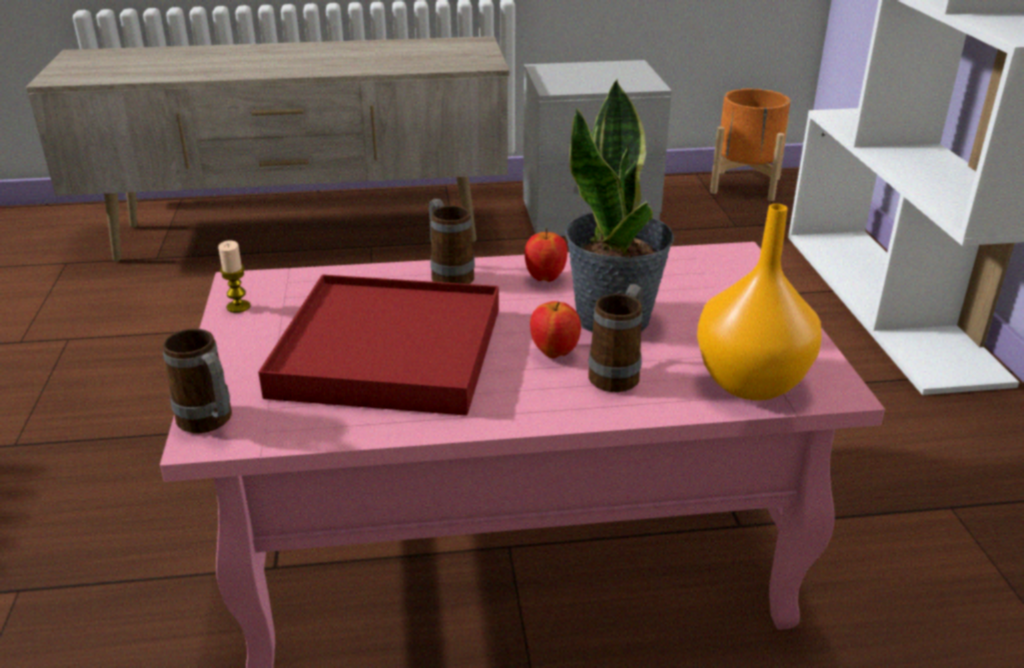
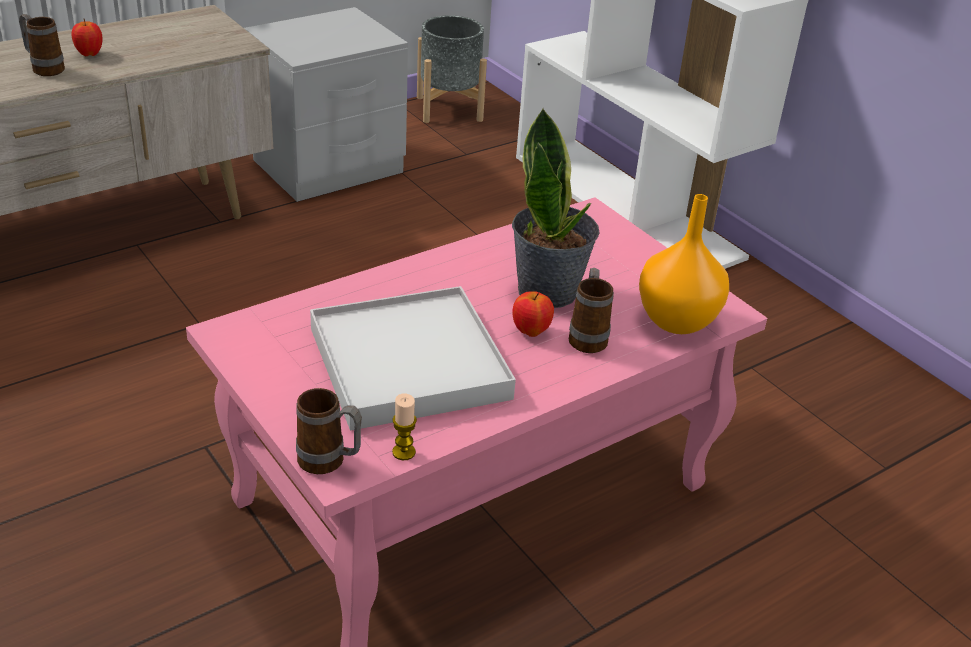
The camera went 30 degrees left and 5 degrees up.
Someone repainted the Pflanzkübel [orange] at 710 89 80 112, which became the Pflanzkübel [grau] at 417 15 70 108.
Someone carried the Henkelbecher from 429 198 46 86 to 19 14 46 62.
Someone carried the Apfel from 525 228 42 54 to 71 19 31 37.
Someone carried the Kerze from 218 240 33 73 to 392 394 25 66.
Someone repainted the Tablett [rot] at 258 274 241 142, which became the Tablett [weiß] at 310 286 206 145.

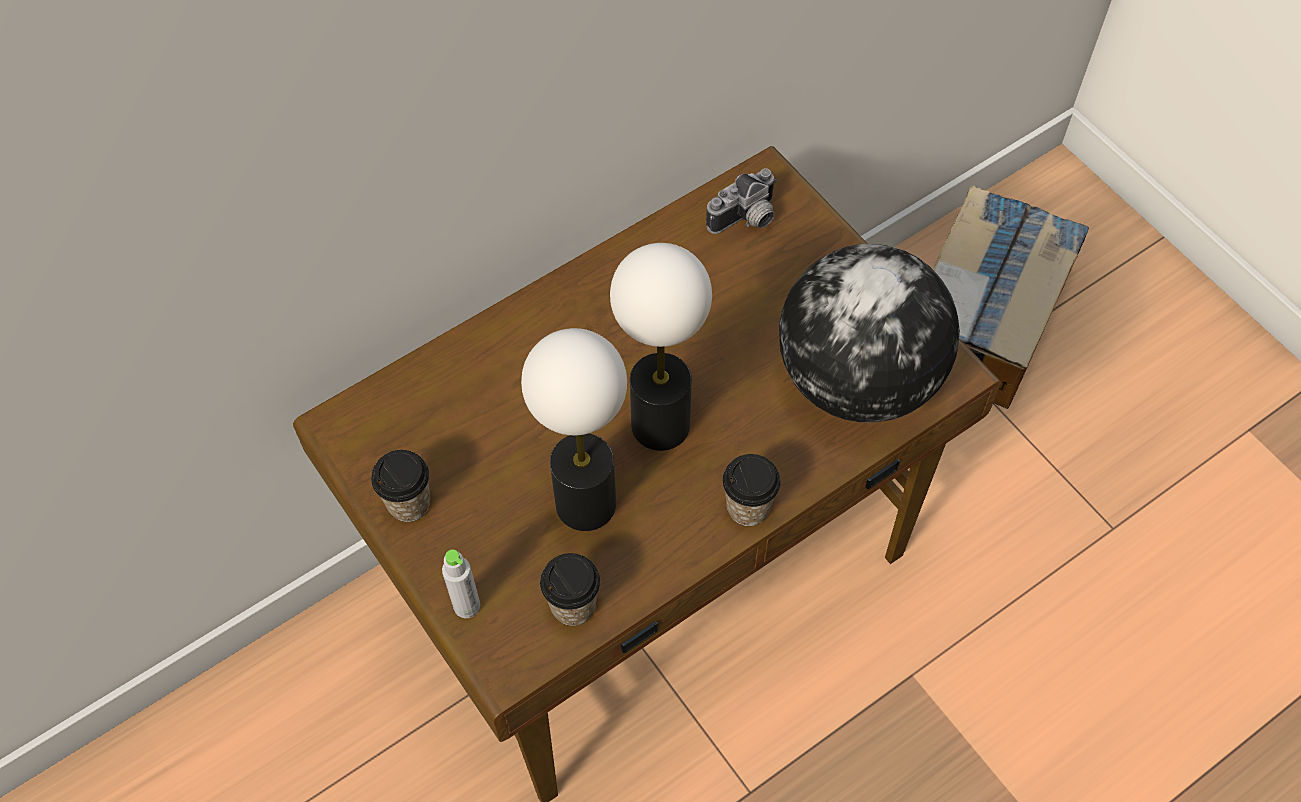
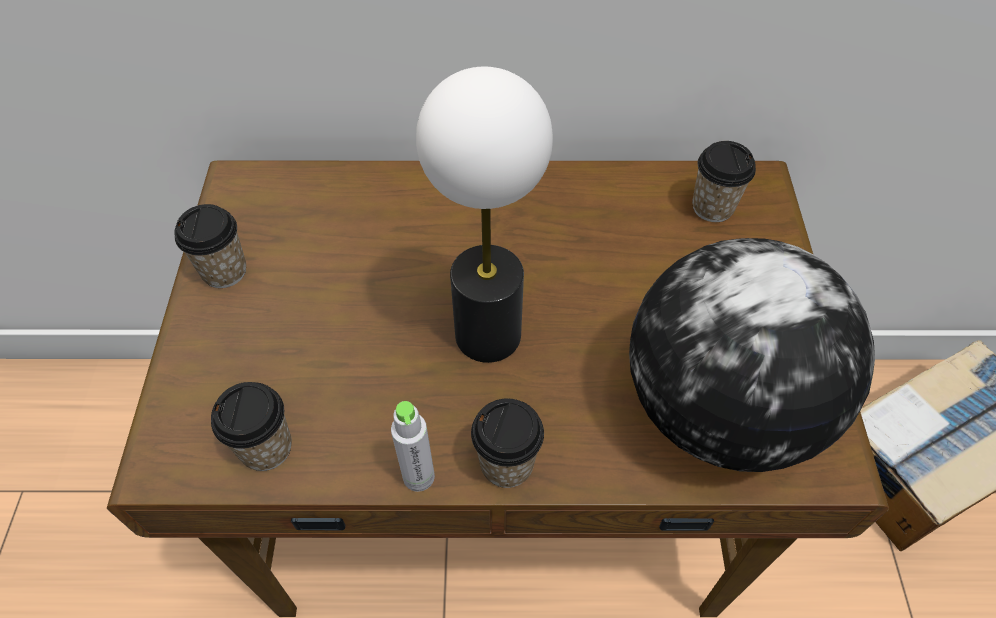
The camera went 35 degrees right and 5 degrees down.
Someone swapped the Kamera at 706 168 71 66 for the Tasse at 692 141 64 81.
Someone took away the Tischlampe at 521 328 106 203.
Someone carried the Flasche [grau] from 442 549 38 69 to 391 401 44 91.

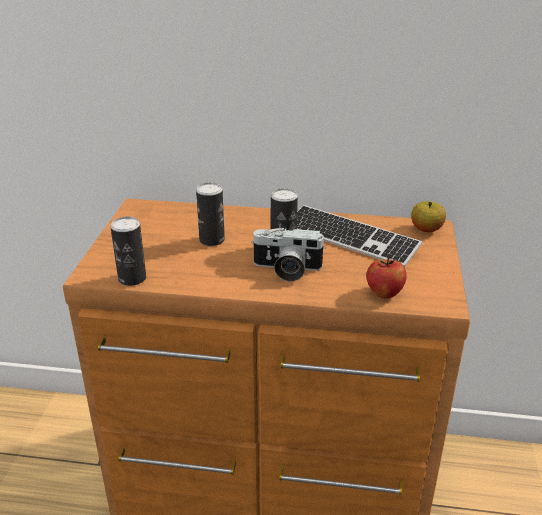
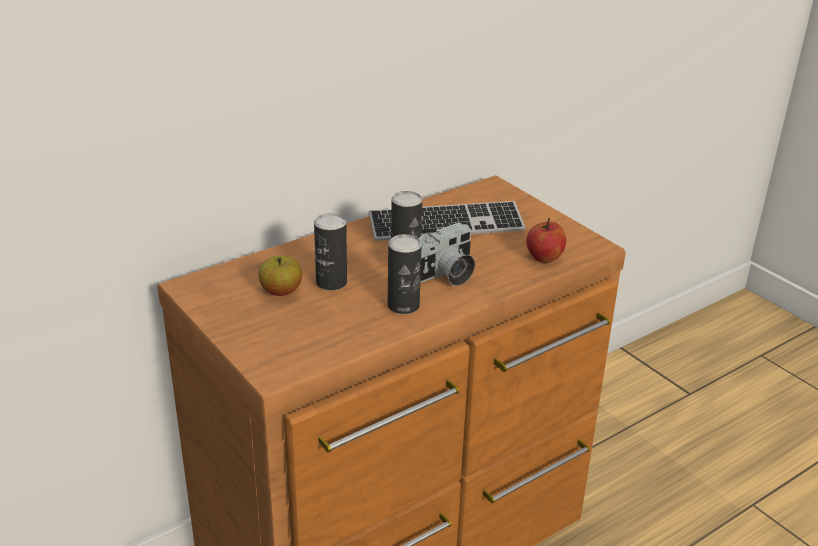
The camera went 45 degrees left and 0 degrees up.
Someone carried the Apfel from 411 201 35 31 to 258 255 44 41.
Someone carried the Dose from 110 216 36 70 to 388 234 34 80.

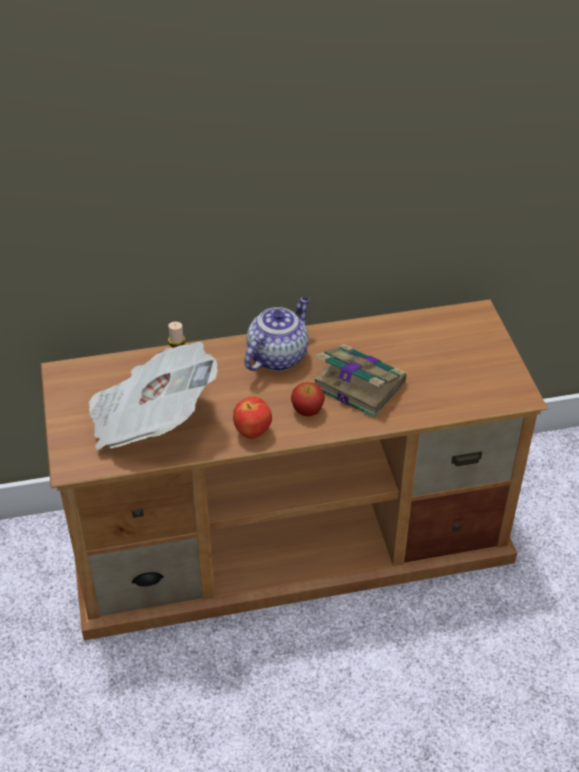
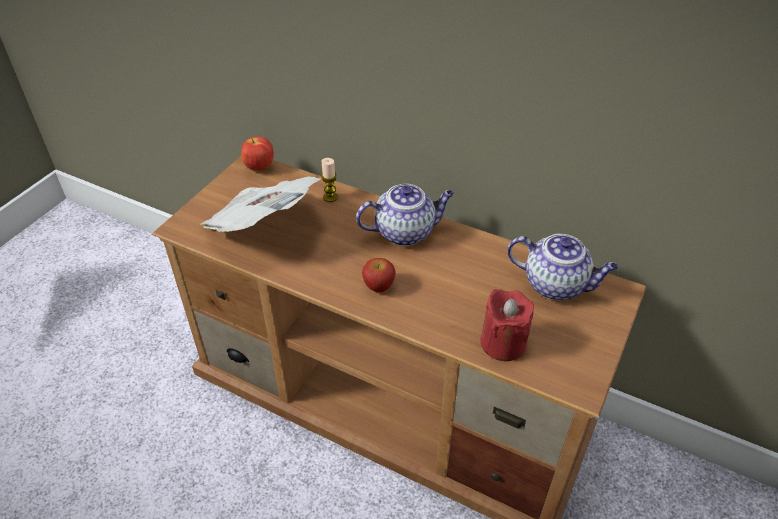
The camera went 40 degrees right and 0 degrees up.
Someone took away the Buch at 314 344 92 74.
Someone carried the Apfel from 233 396 39 43 to 241 137 33 34.
Someone put down the Teekanne at 507 234 112 66.
Someone put down the Kerze [rot] at 480 289 54 72.

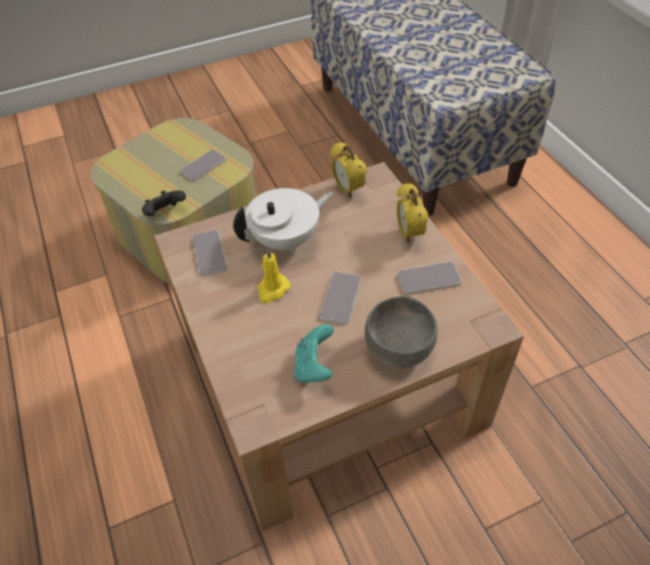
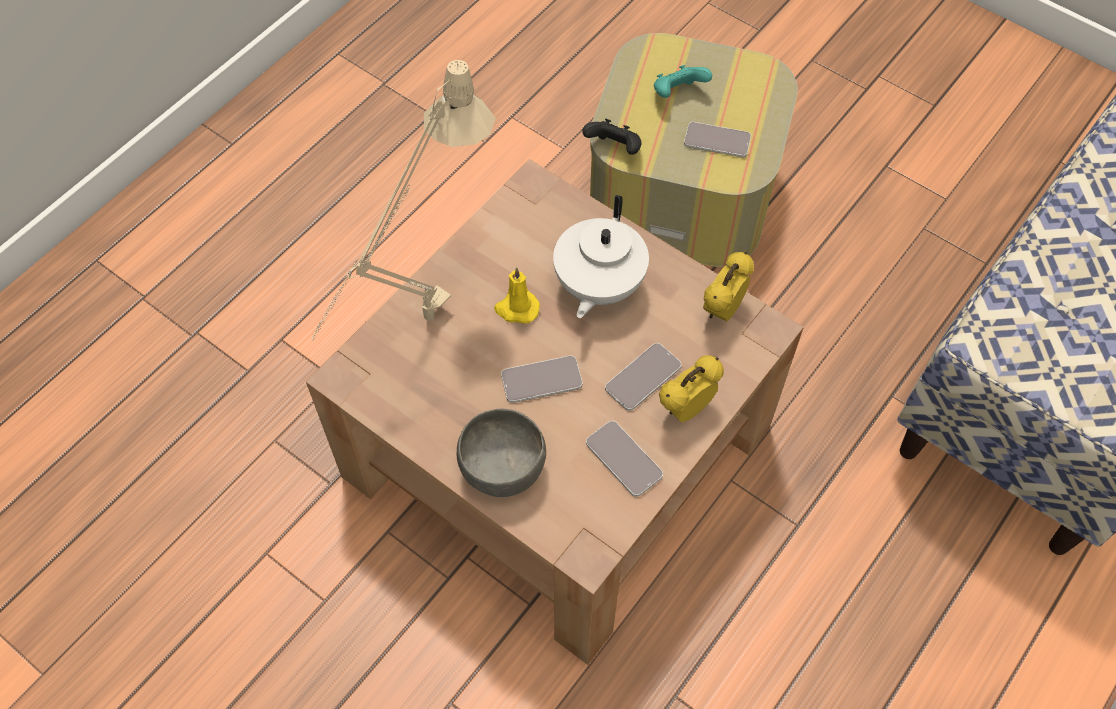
The camera went 60 degrees right and 10 degrees up.
Someone rotated the Teekanne [weiß] at 233 188 100 64 by 75 degrees clockwise.
Someone carried the Handy from 192 230 35 46 to 605 343 76 68.
Someone carried the Gamepad [türkis] from 294 324 40 59 to 654 65 58 33.
Someone put down the Tischlampe [beige] at 311 60 185 281.

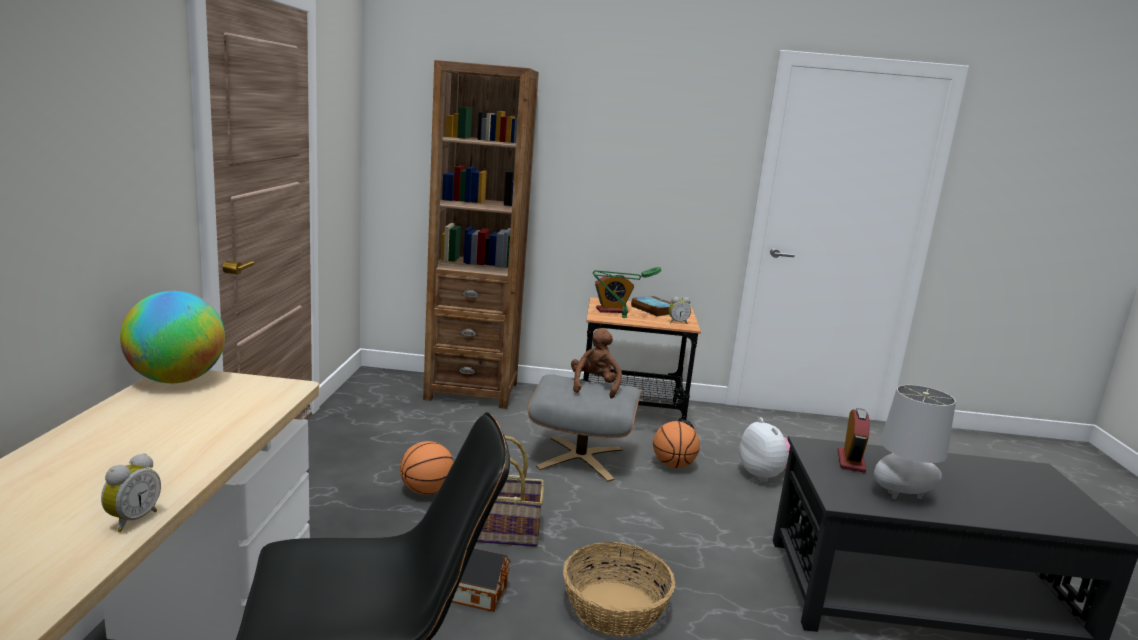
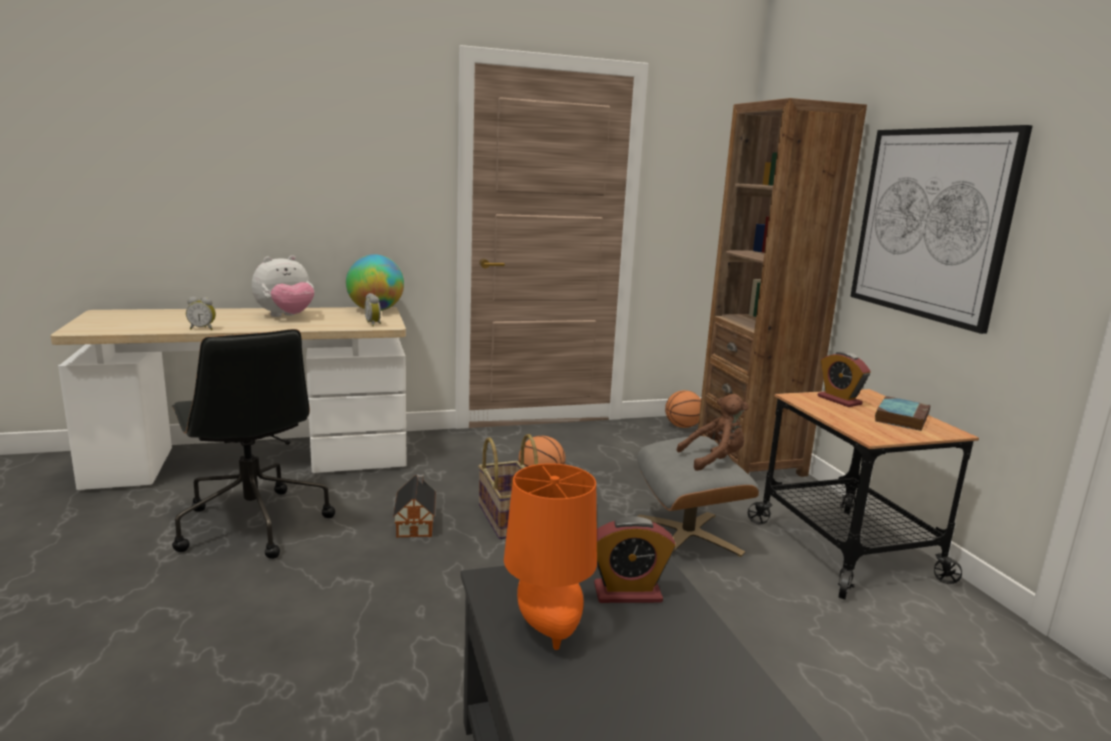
The camera went 70 degrees right and 0 degrees up.
Someone took away the Tischlampe [grün] at 593 267 68 51.
Someone carried the Wecker from 669 297 22 27 to 364 293 17 34.
Someone repainted the Tischlampe [grau] at 874 385 82 114, which became the Tischlampe [orange] at 504 463 93 187.
Someone carried the Plüschtier from 739 417 51 65 to 252 255 62 62.
Someone carried the Basketball from 653 421 47 47 to 665 390 36 38.
Someone took away the Korb at 563 542 112 94.
Someone put up the Bild at 850 125 183 209.

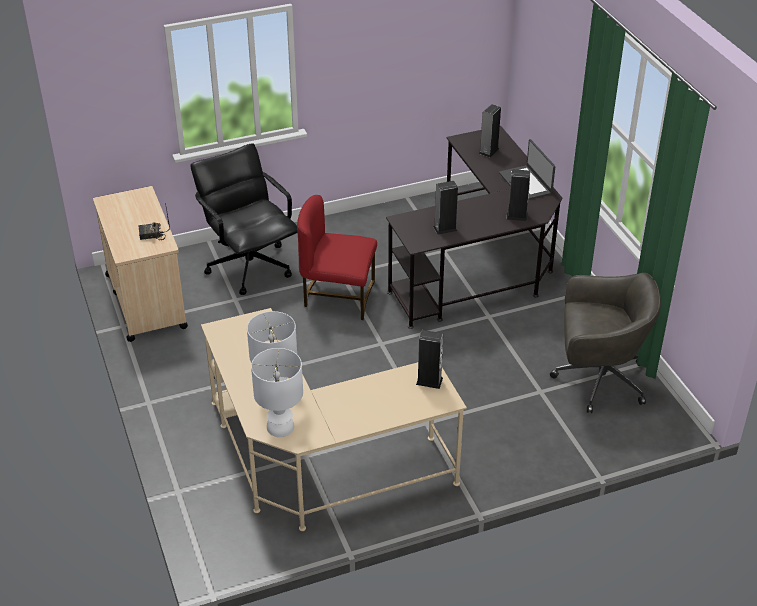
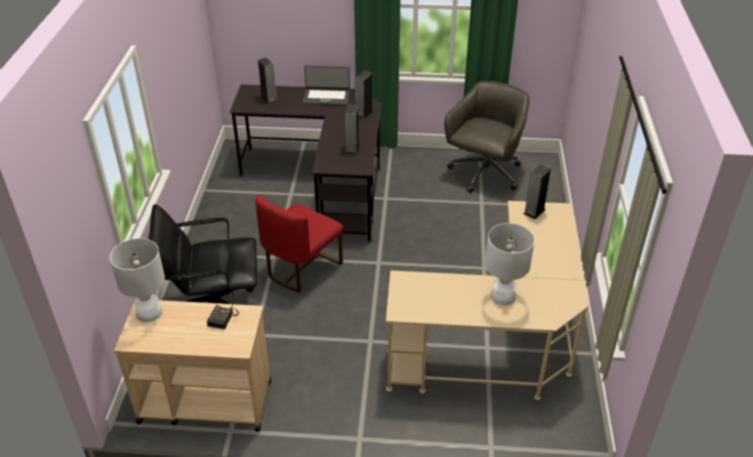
The camera went 65 degrees left and 0 degrees up.
Someone carried the Tischlampe [weiß] from 251 348 52 89 to 110 238 55 84.

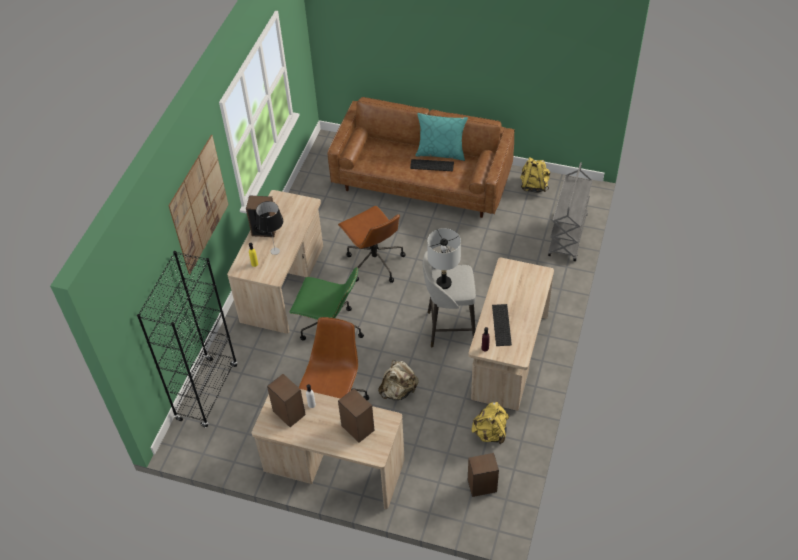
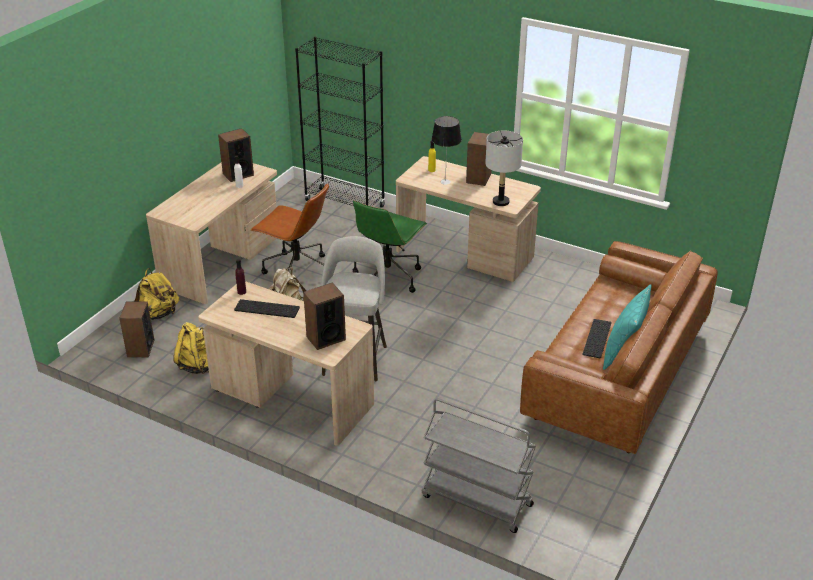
The camera went 100 degrees right and 15 degrees down.
Someone took away the Bild at 169 135 60 139.
Someone carried the Rucksack [gelb] from 520 157 30 36 to 134 268 45 52.
Someone took away the Bürostuhl [braun] at 338 206 68 77.
Someone carried the Tischlampe [grau] from 427 228 34 61 to 485 131 38 75.
Someone carried the Lautsprecher from 338 389 37 54 to 303 282 43 68.

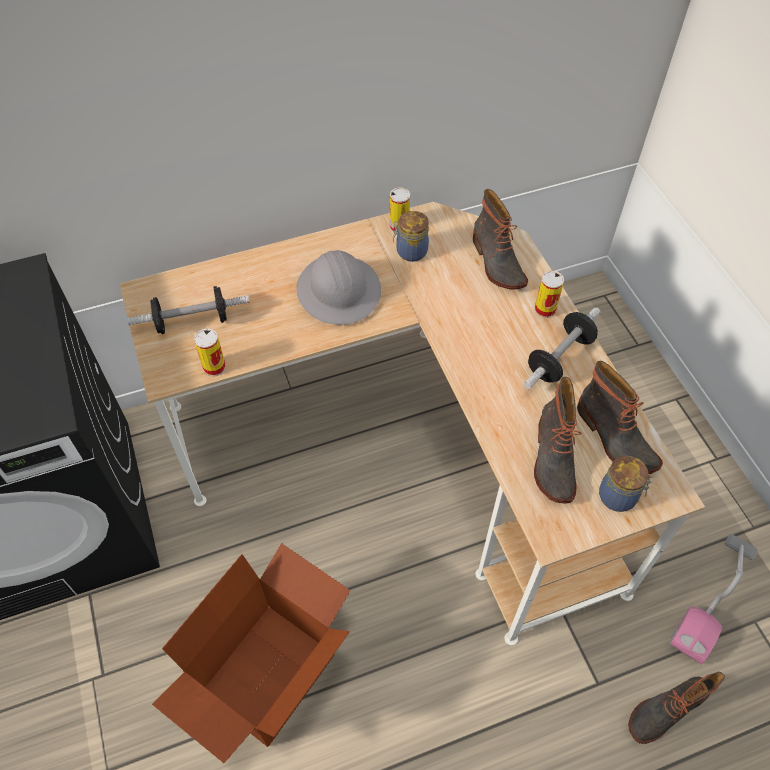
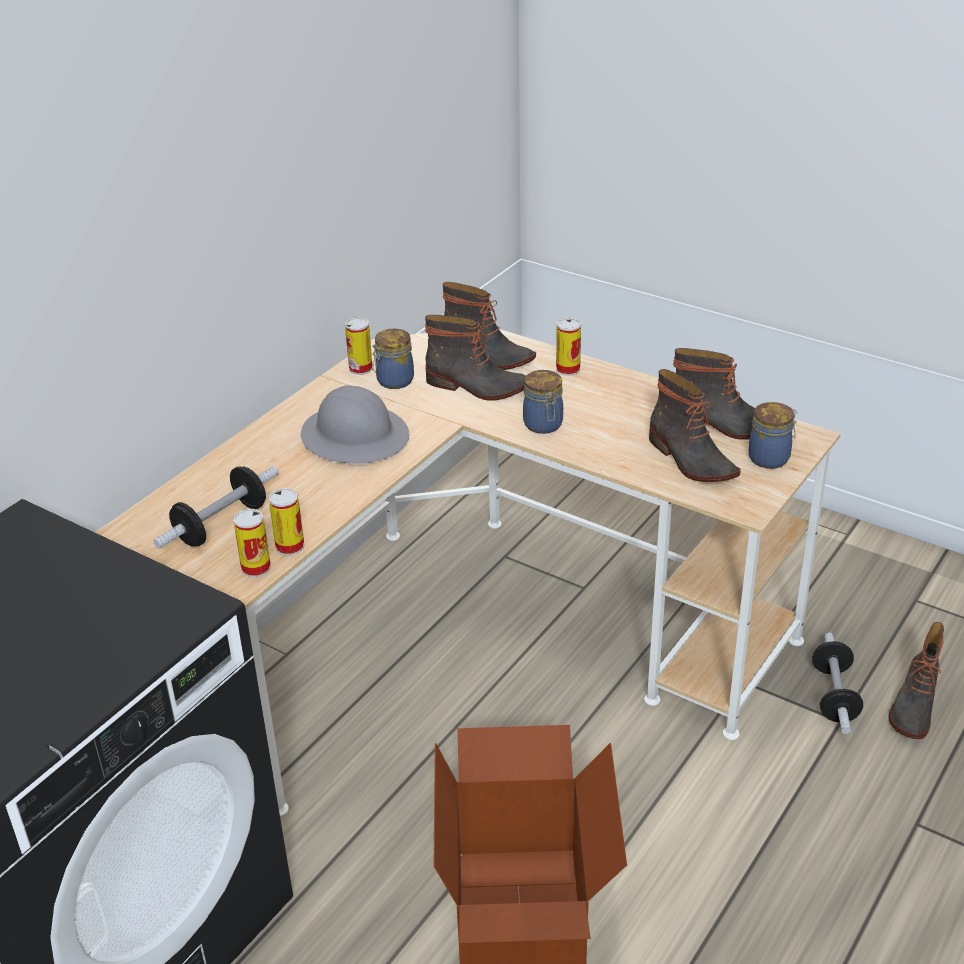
The camera went 35 degrees left and 20 degrees down.
Someone carried the Hantel from 524 307 76 82 to 812 633 51 101.
Someone took away the Staubsauger at 669 534 89 131.
Someone put down the Stiefel at 425 315 101 86.
Someone put down the Vorratsglas at 523 370 40 64.
Someone put down the Dose at 233 509 38 69.

